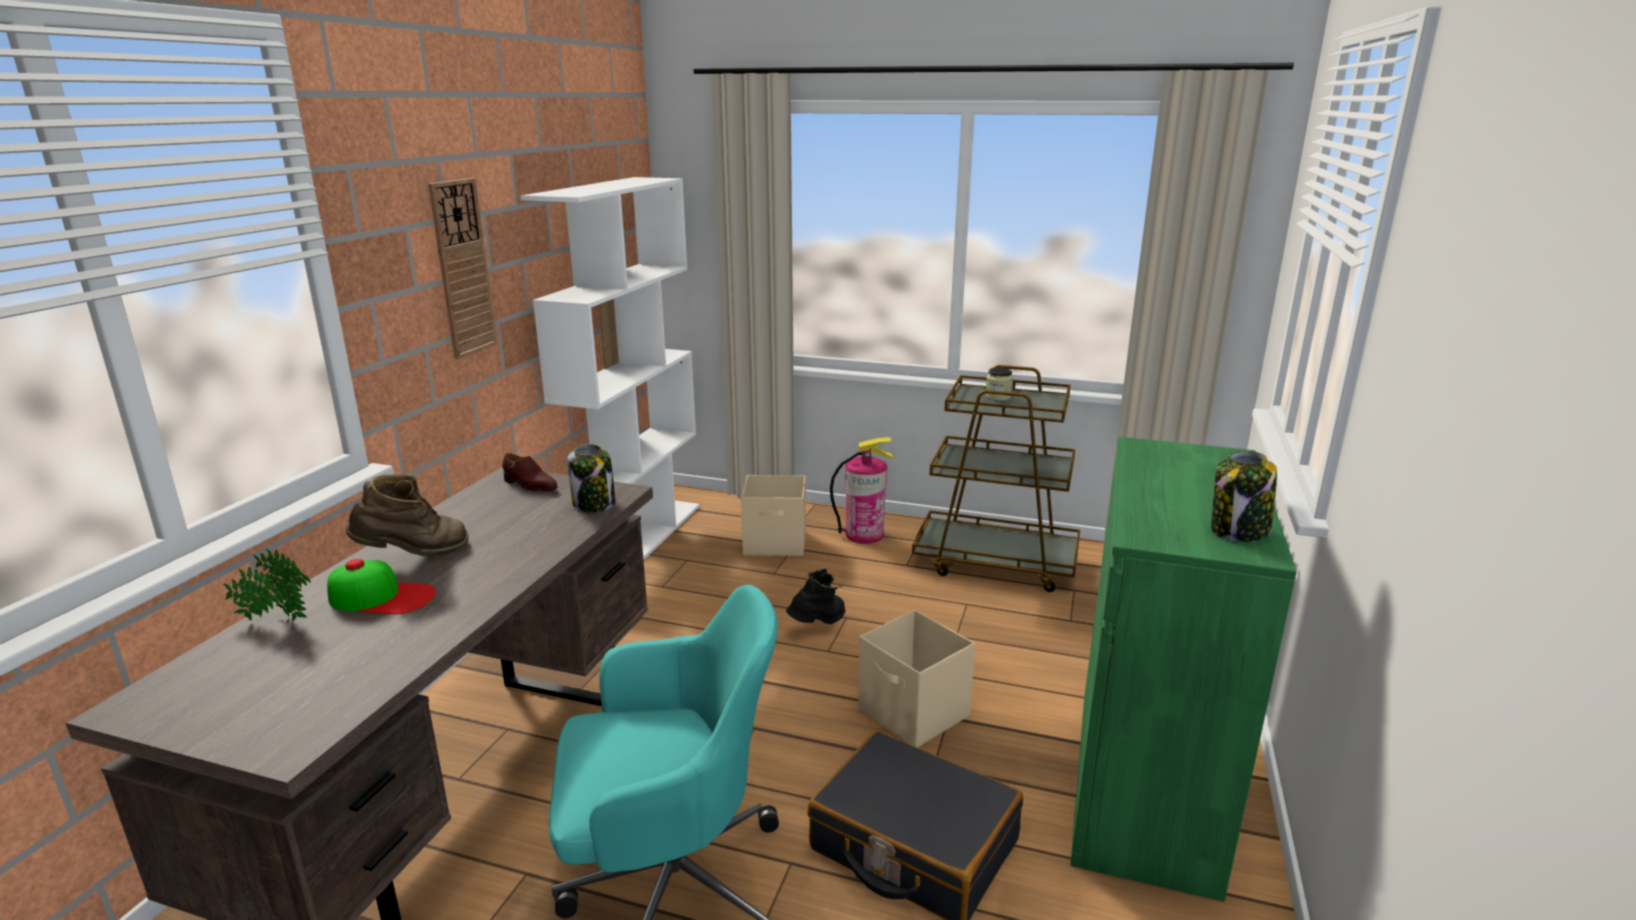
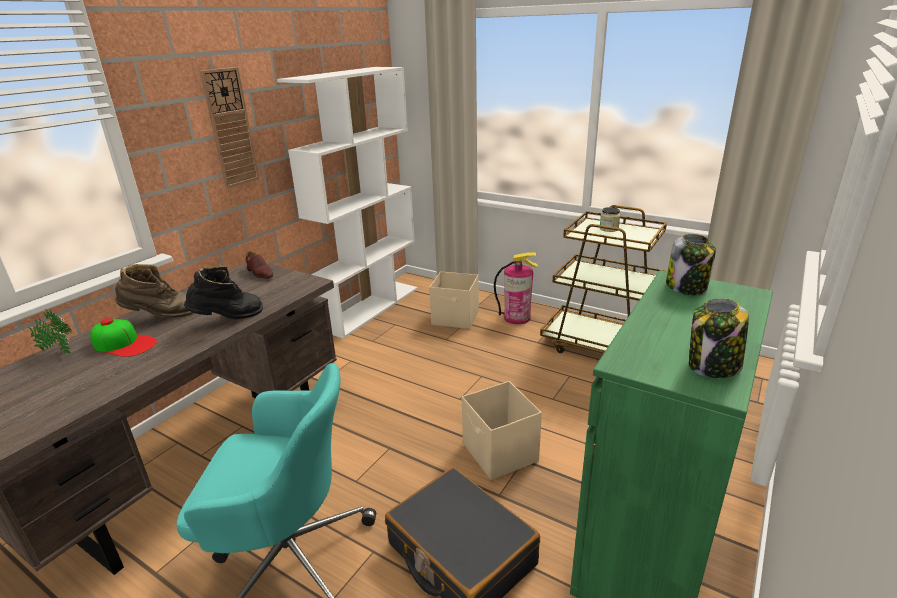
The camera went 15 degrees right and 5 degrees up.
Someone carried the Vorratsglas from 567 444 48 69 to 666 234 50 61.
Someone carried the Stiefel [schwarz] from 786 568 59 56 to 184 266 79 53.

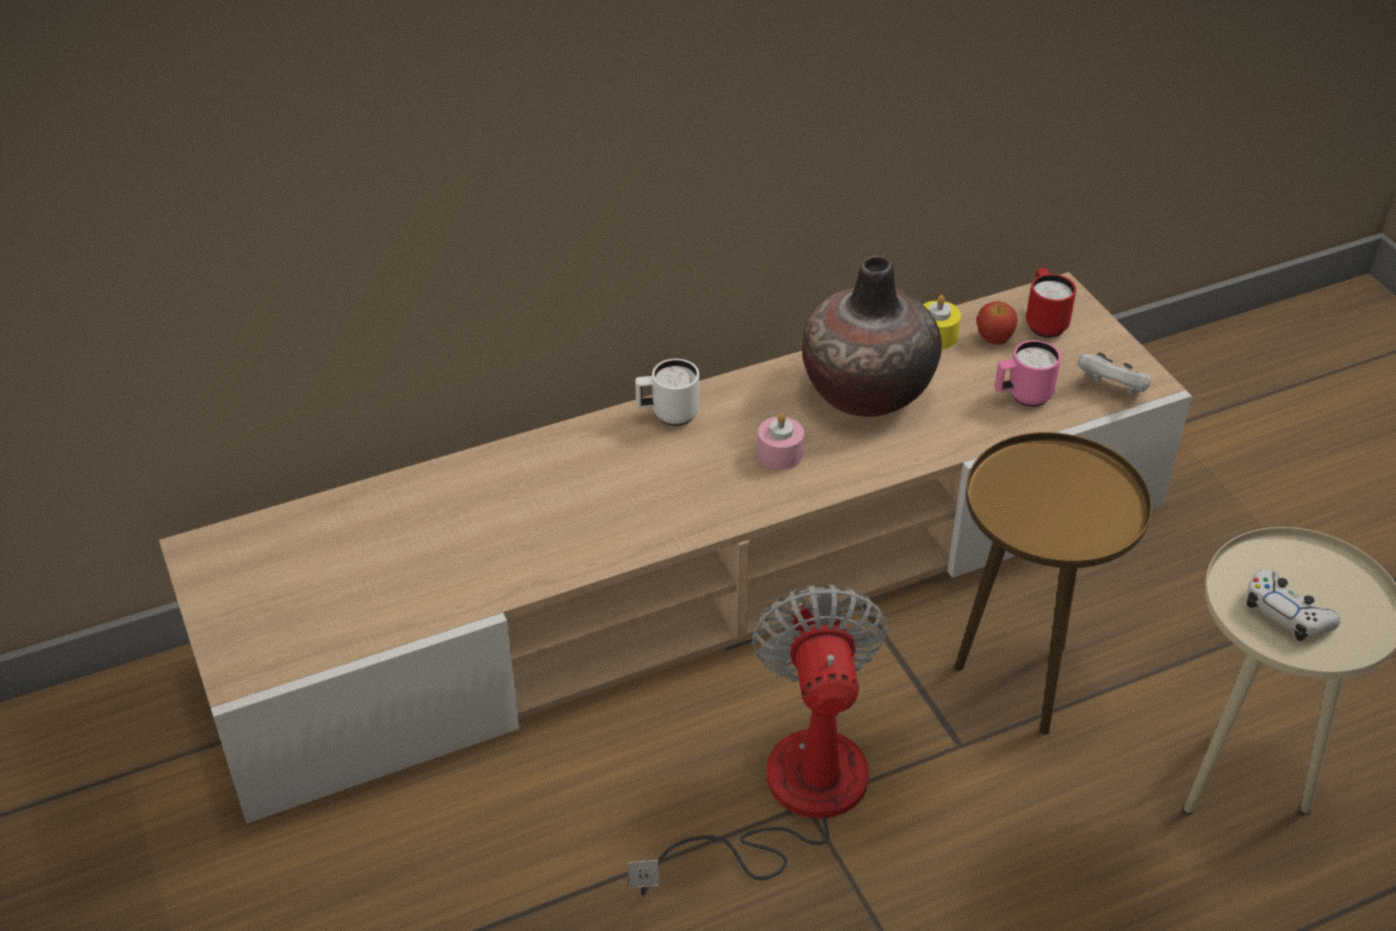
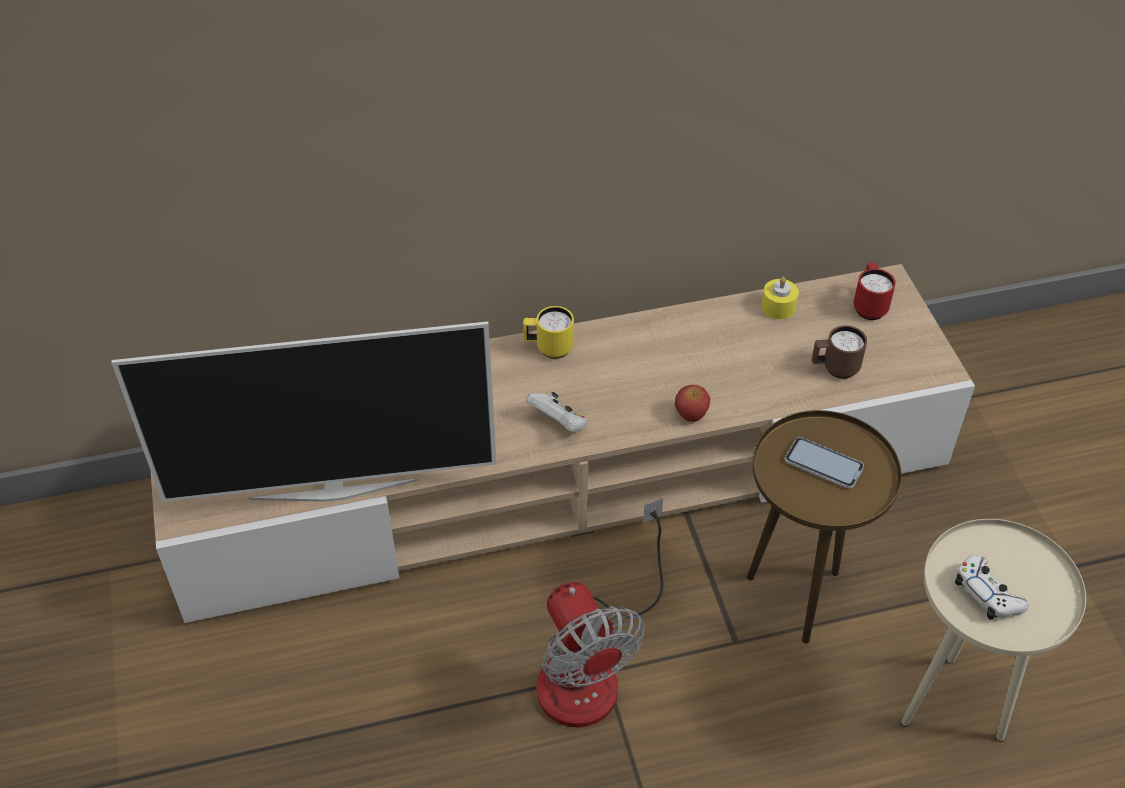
The camera went 10 degrees right and 5 degrees up.
Someone took away the Vase at 802 256 140 161.
Someone carried the Apfel from 976 301 42 44 to 675 385 35 37.
Someone repainted the Henkelbecher [rosa] at 995 340 66 67, which became the Henkelbecher [braun] at 812 325 55 54.
Someone carried the Gamepad [weiß] from 1077 353 74 42 to 526 392 61 40.
Someone repainted the Henkelbecher [weiß] at 635 359 64 67, which became the Henkelbecher [gelb] at 523 306 51 53.
Someone took away the Kerze [rosa] at 757 413 47 57.
Someone rotated the Ventilator at 628 585 259 310 by 150 degrees clockwise.
Someone put down the Fernseher at 112 321 385 181.
Someone put down the Handy at 785 437 79 52.

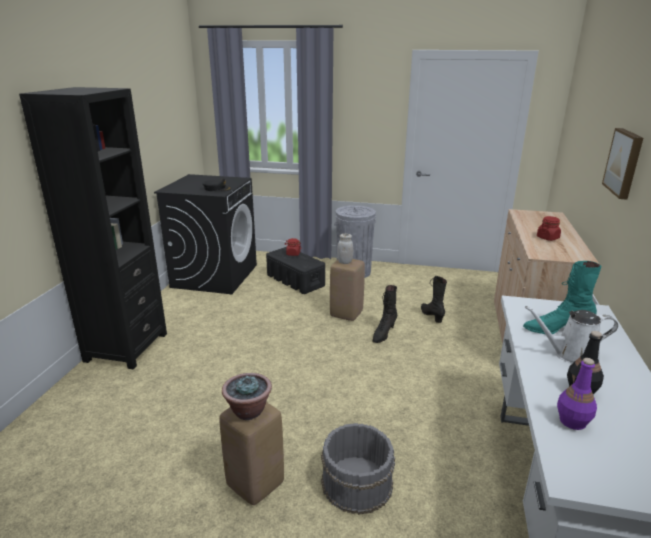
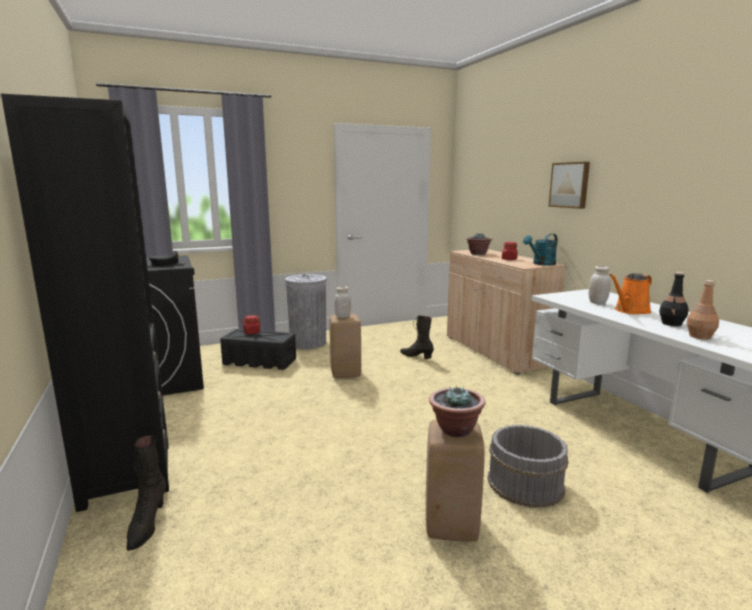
The camera went 35 degrees left and 10 degrees down.
Someone swapped the Stiefel [türkis] at 523 261 78 73 for the Vorratsglas [weiß] at 589 266 22 39.
Someone carried the Stiefel [schwarz] from 372 285 25 58 to 127 435 39 116.
Someone repainted the Gießkanne [weiß] at 525 306 93 57, which became the Gießkanne [orange] at 609 273 43 41.
Someone repainted the Flasche [lila] at 557 358 40 72, which became the Flasche [braun] at 686 280 33 60.
Someone put down the Topfpflanze at 466 233 26 22.
Someone put down the Gießkanne [türkis] at 523 234 34 31.

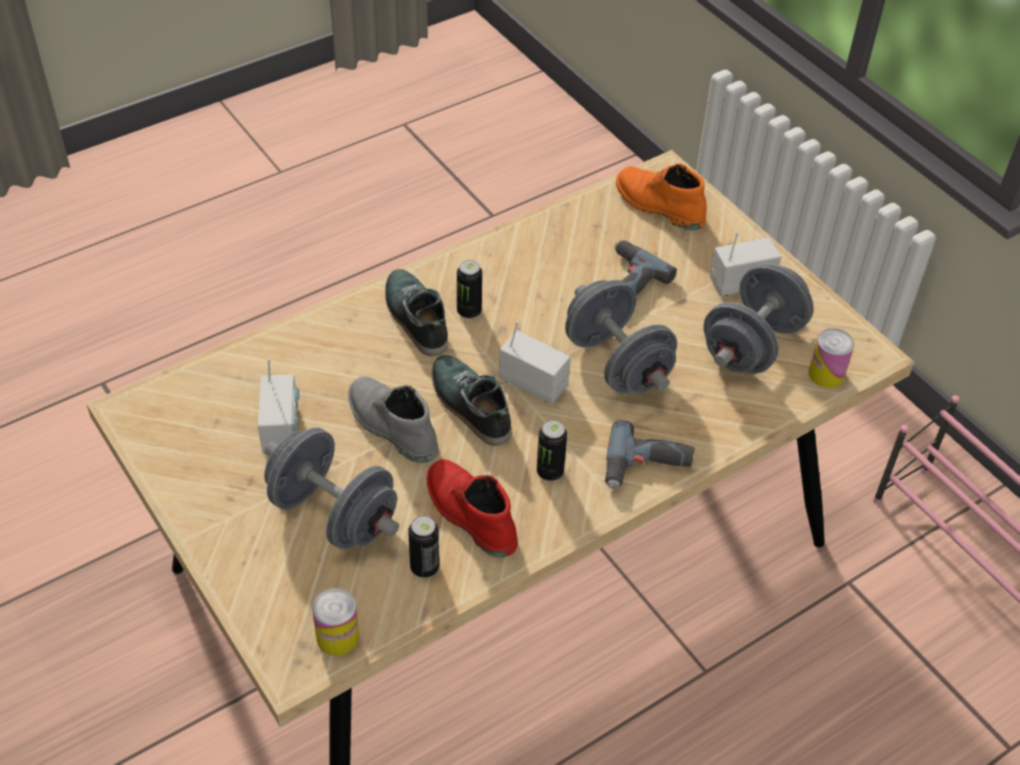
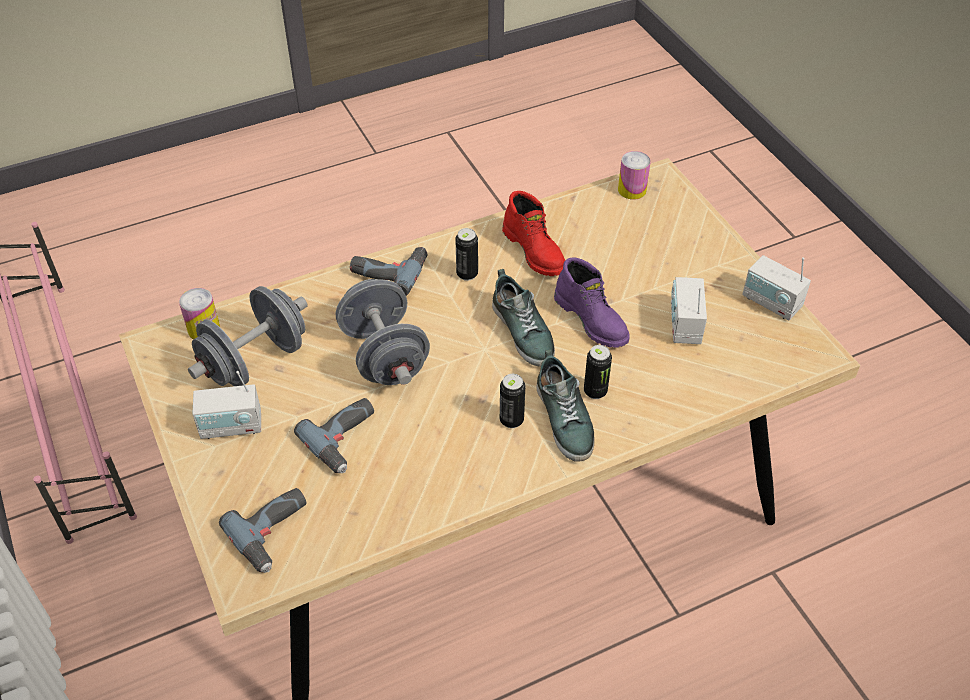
The camera went 170 degrees left and 0 degrees up.
Someone swapped the Stiefel [orange] at 616 164 91 66 for the Bohrmaschine at 219 488 88 85.
Someone carried the Radio from 499 321 72 83 to 742 255 69 65.
Someone repainted the Stiefel [grau] at 348 376 91 87, which became the Stiefel [lila] at 554 257 76 91.
Someone took away the Hantel [grau] at 264 427 135 123.
Someone carried the Dose from 408 516 31 62 to 584 345 28 54.

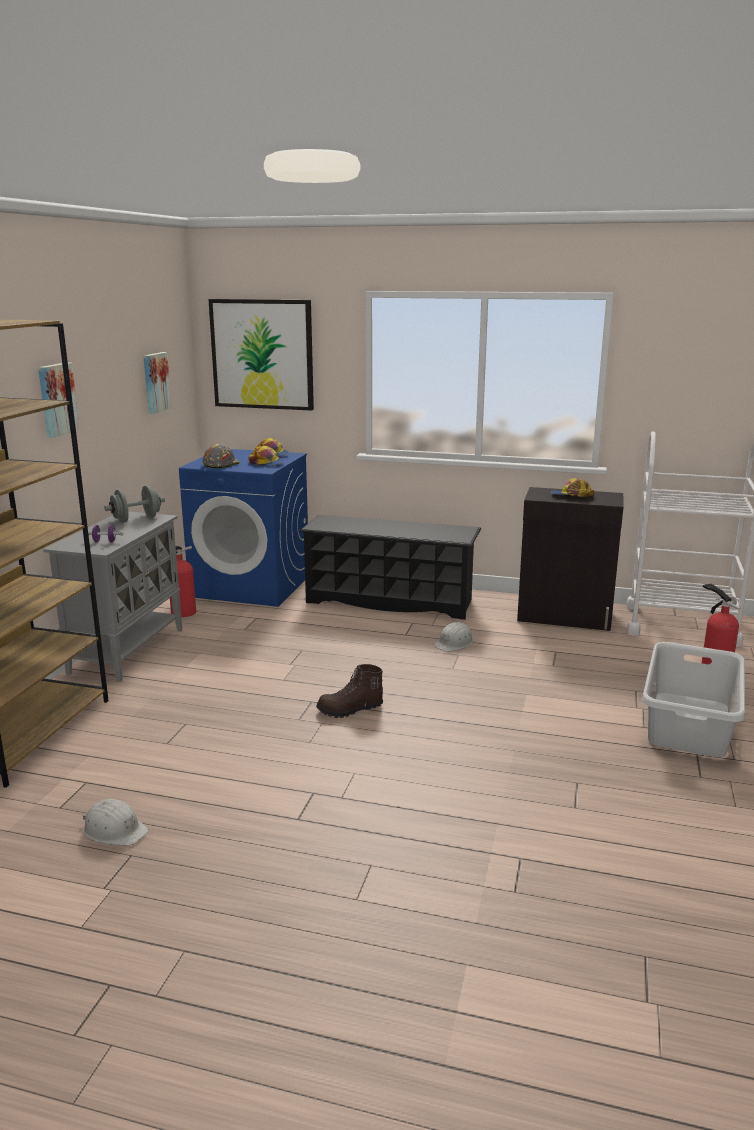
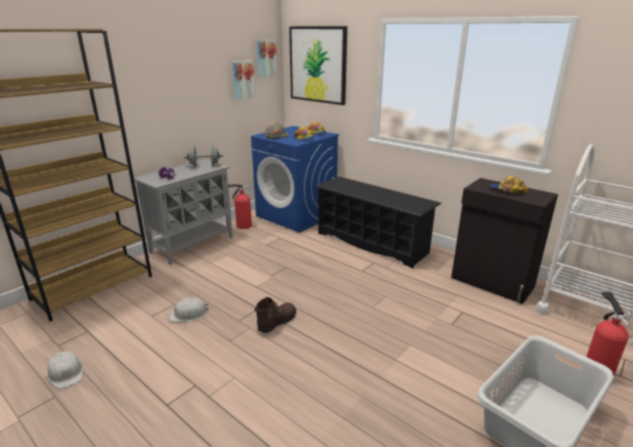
The camera went 25 degrees right and 5 degrees up.
Someone carried the Bild from 38 362 42 76 to 257 40 20 38.
Someone carried the Schutzhelm [weiß] from 434 622 40 30 to 169 297 40 25.
Someone rotated the Stiefel [braun] at 316 664 67 54 by 120 degrees clockwise.

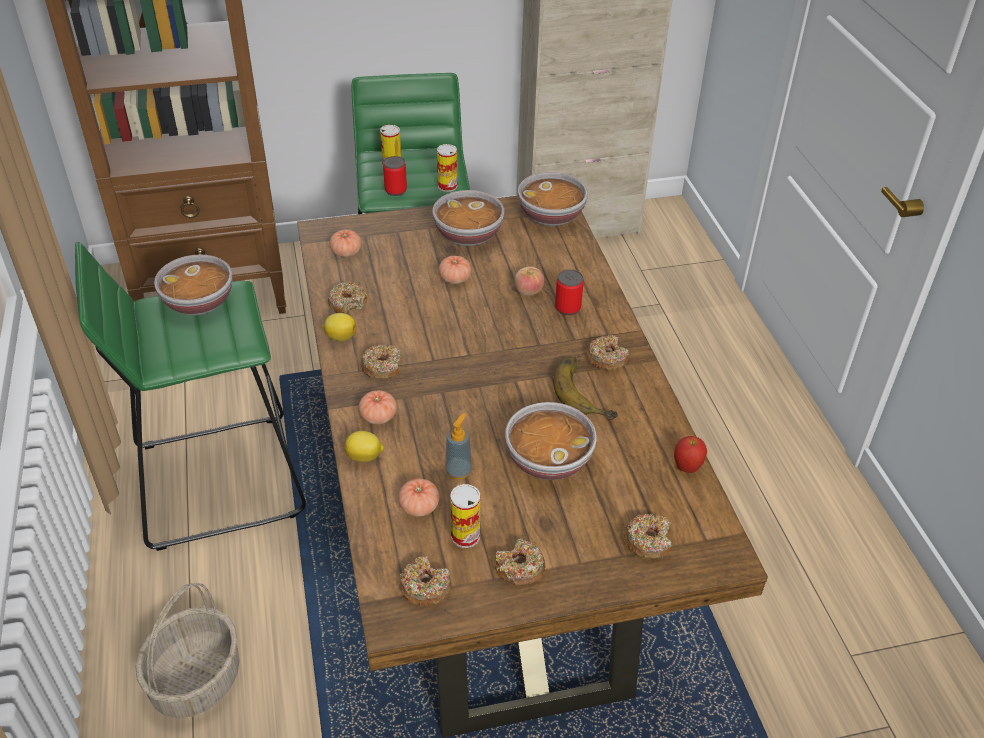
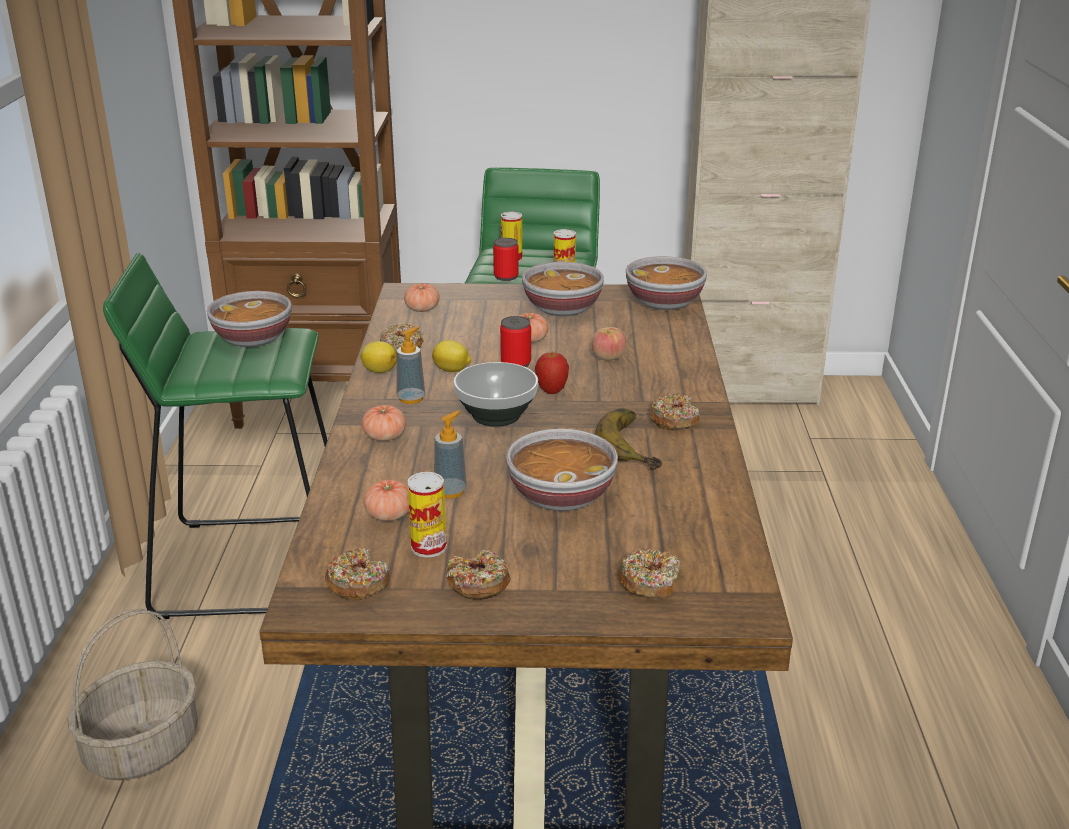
The camera went 15 degrees right and 15 degrees down.
Someone carried the Dose from 555 269 29 46 to 500 316 31 51.
Someone swapped the Donut at 360 344 41 35 for the Seifenspender at 396 327 29 77.
Someone carried the Zitrone from 344 431 40 31 to 432 340 39 32.
Someone carried the Apfel from 674 436 33 37 to 535 351 34 43.
Someone put down the Schüssel at 454 362 84 65.

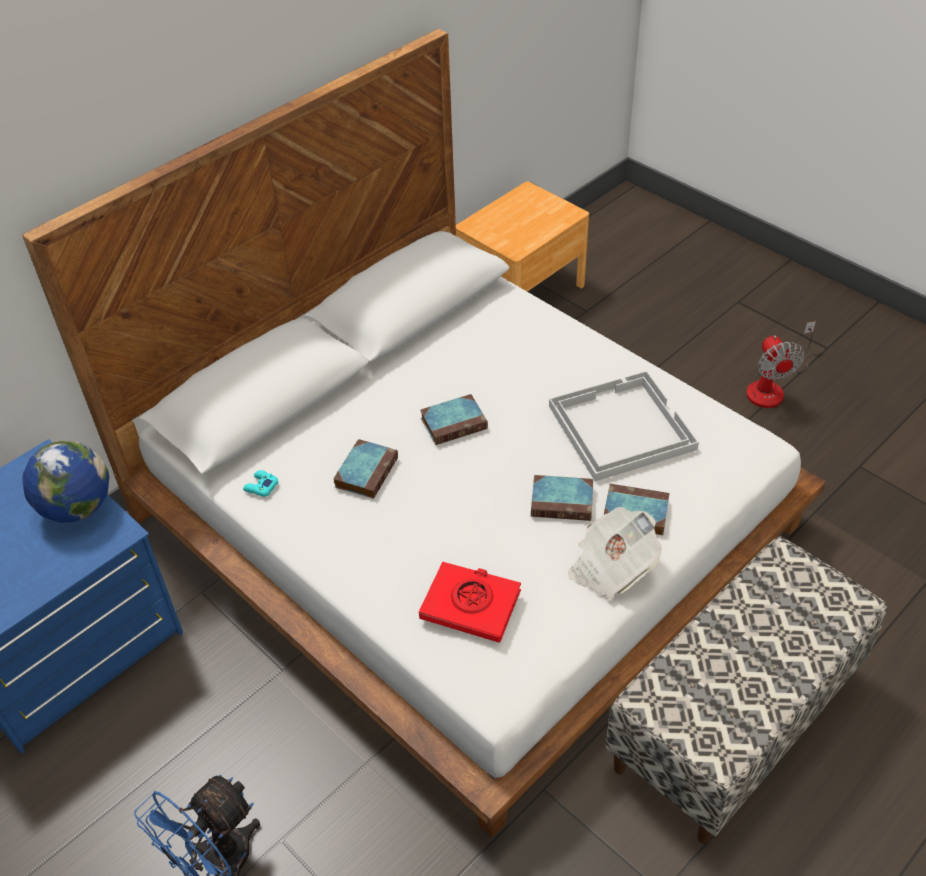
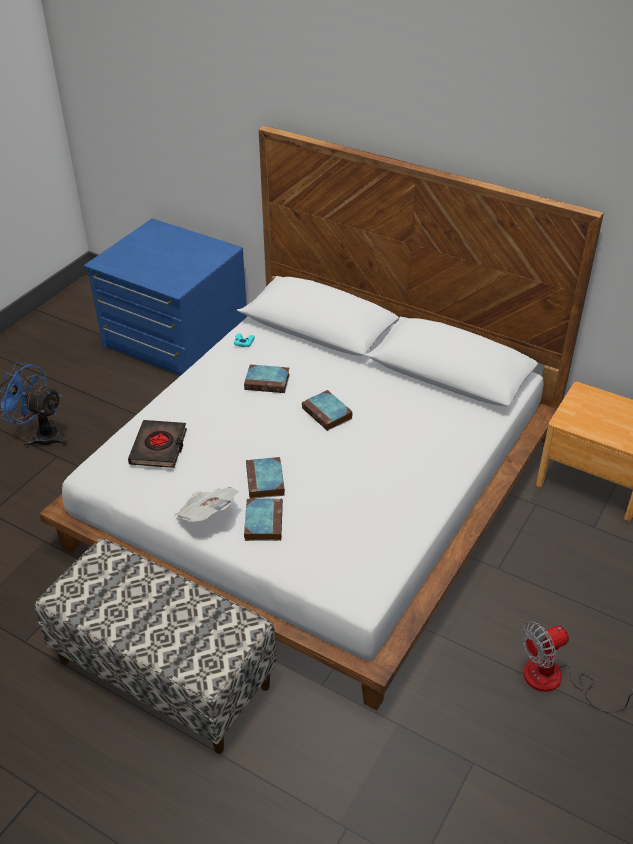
The camera went 75 degrees right and 5 degrees down.
Someone took away the Tablett [weiß] at 549 371 150 110.
Someone took away the Globus at 22 440 87 83.
Someone repainted the Buch [rot] at 419 562 102 80, which became the Buch [schwarz] at 128 420 59 48.

